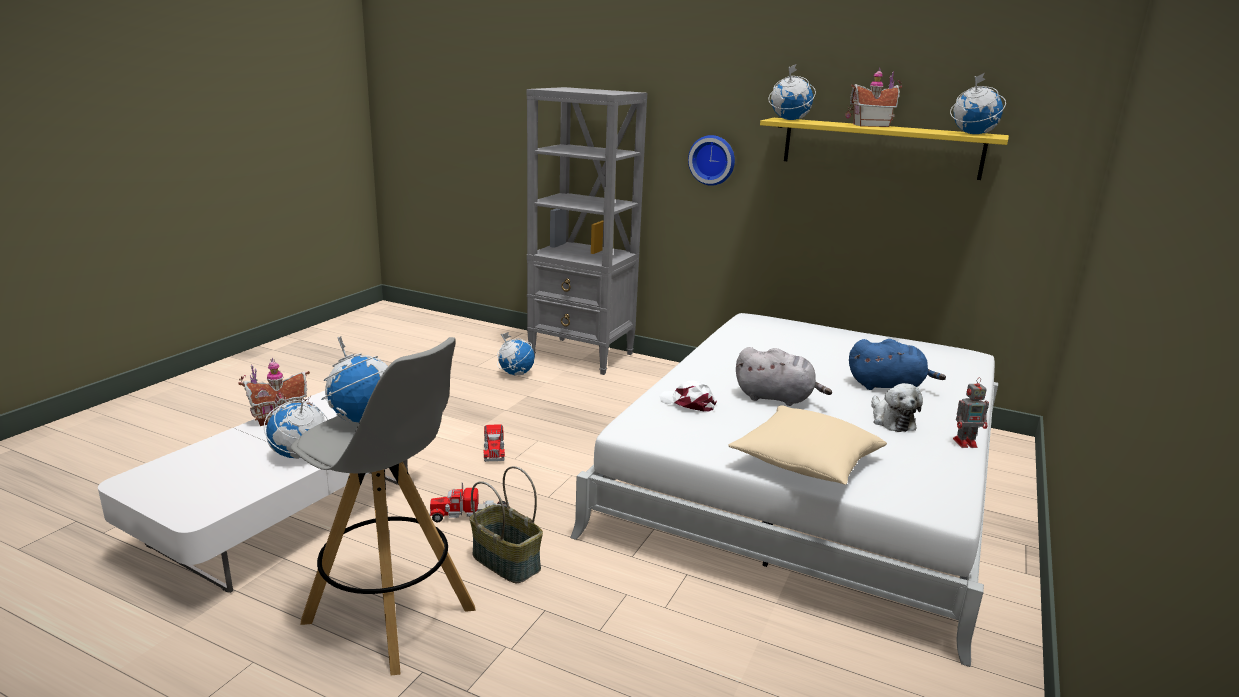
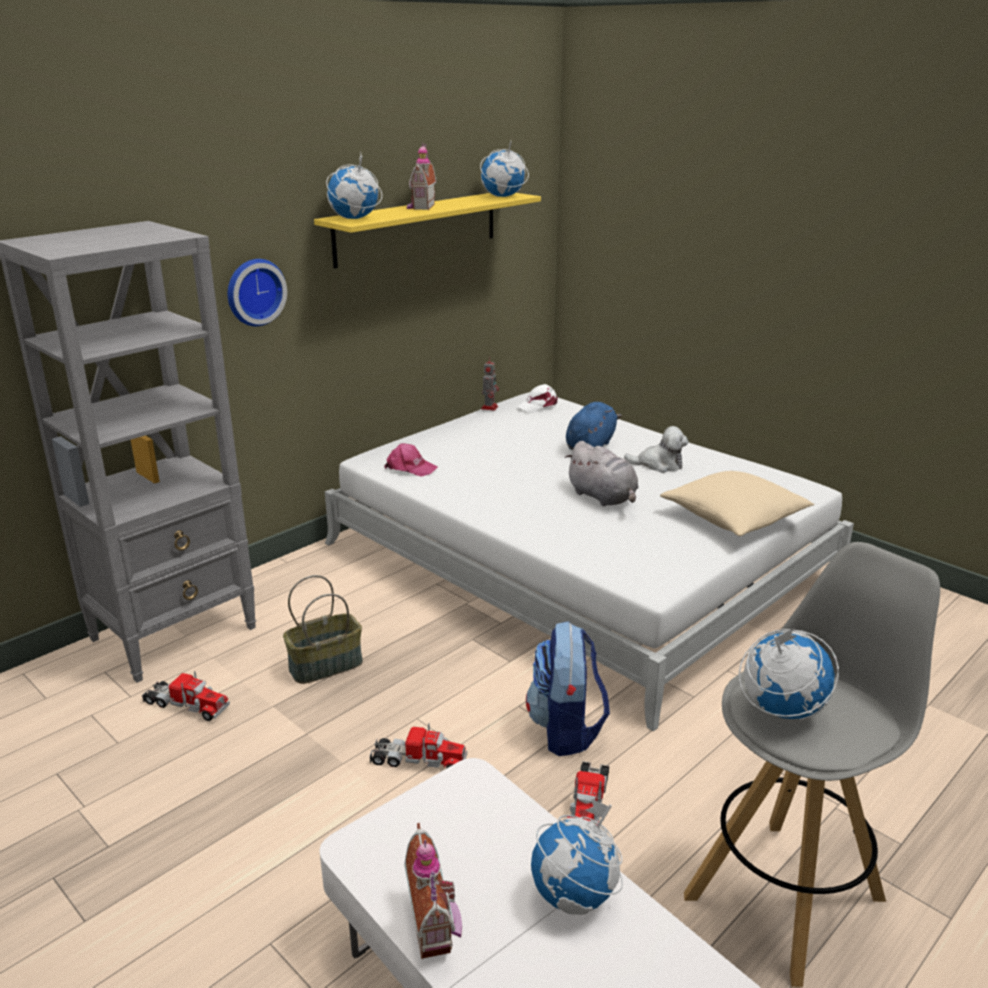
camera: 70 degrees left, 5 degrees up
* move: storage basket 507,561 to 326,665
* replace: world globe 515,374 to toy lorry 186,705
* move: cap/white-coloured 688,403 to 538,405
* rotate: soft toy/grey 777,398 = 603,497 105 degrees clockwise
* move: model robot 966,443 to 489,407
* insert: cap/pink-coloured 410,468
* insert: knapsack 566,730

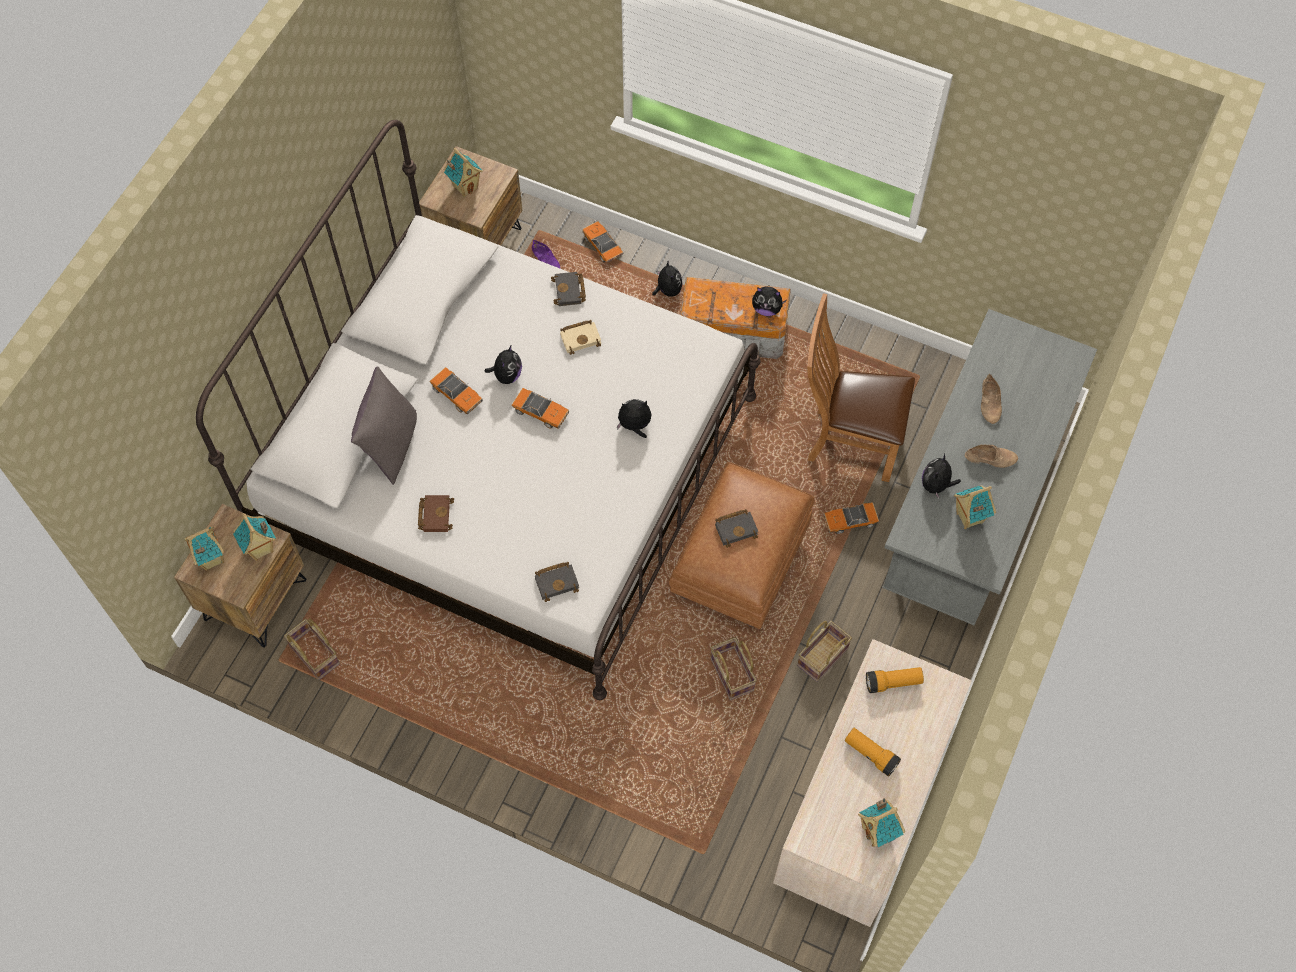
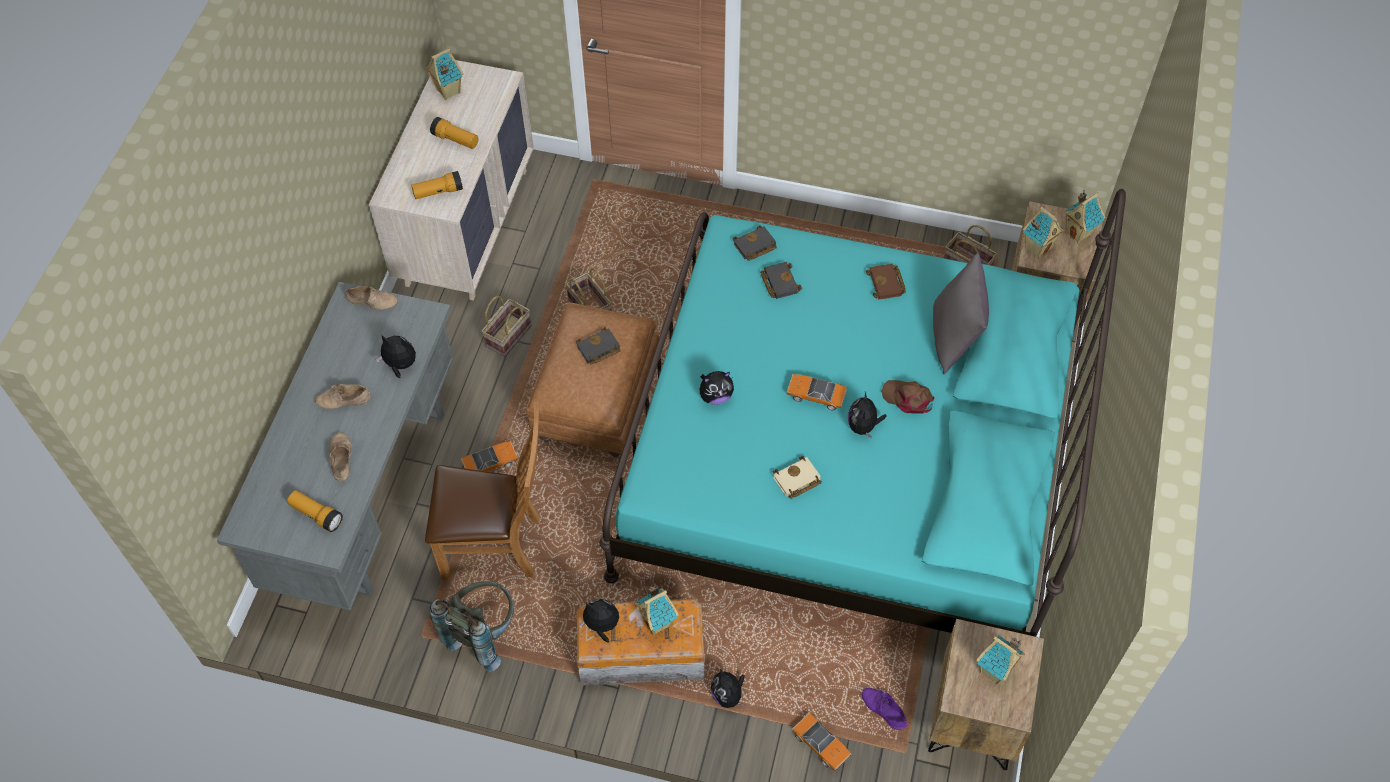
camera: 170 degrees right, 5 degrees down
* recolor: sleeping bed/white-coloured 508,468 to sleeping bed/turquoise-coloured 849,457
* replace: toy car 457,394 to cap/brown-coloured 908,398
* move: bound book/black-coloured 570,291 to 779,282
* rotate: soft toy 936,485 = 400,365 90 degrees counterclockwise
* move: miniature house 968,518 to 658,622
* insert: torch 316,515
* insert: low shoe/beige 372,300
* insert: knapsack/grey 483,633

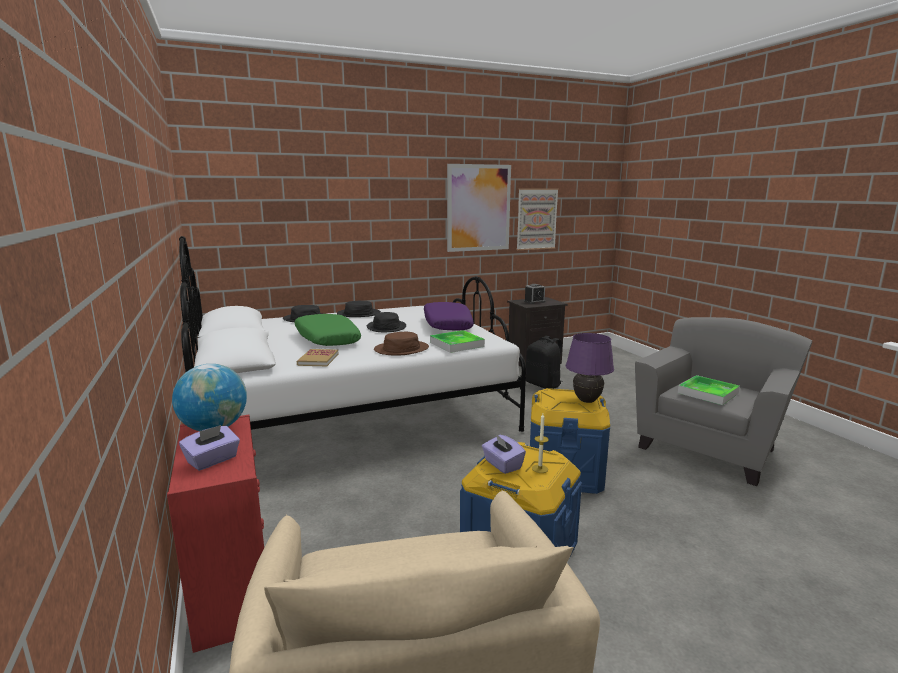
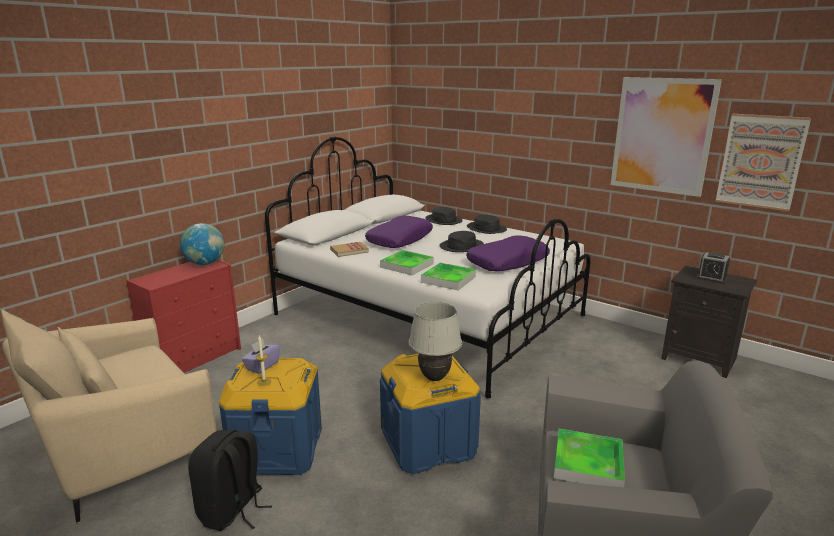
camera: 60 degrees right, 5 degrees up
* delete: tissue box/purple 212,460
* recolor: cushion/greenish 326,339 to cushion/purple 399,240
* replace: wearable hat/brown-coloured 401,349 to tray 407,265
* move: knapsack/black-coloured 543,385 to 232,510
* recolor: tabletop lamp/purple 586,401 to tabletop lamp/white-coloured 434,377

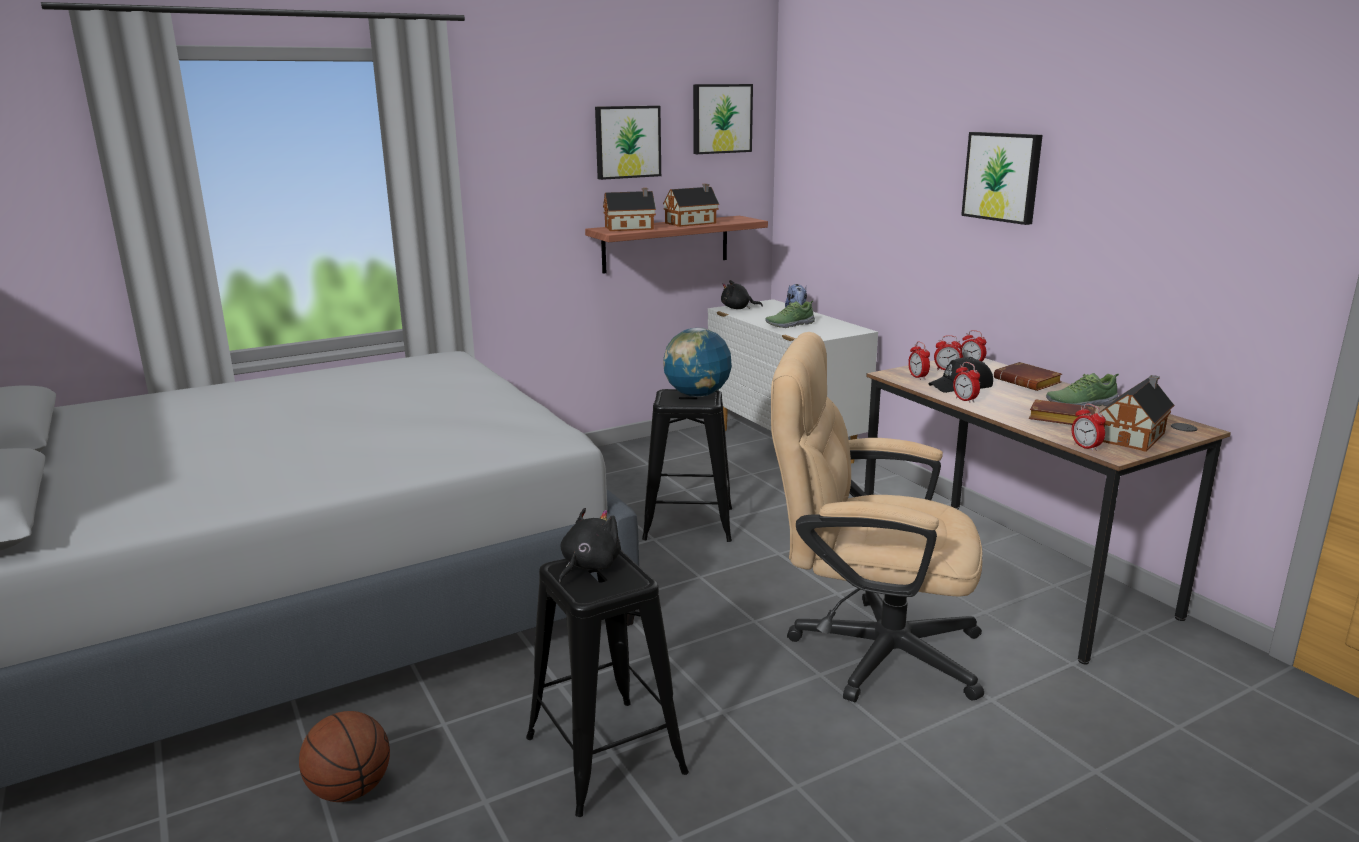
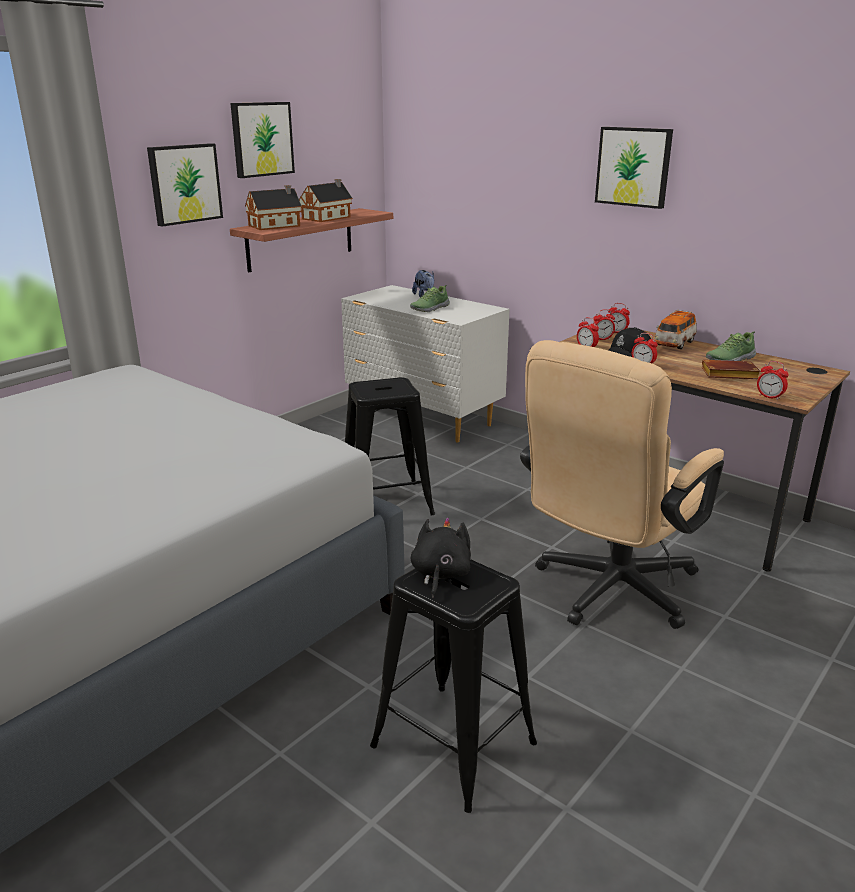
camera: 20 degrees left, 5 degrees up
* delete: basketball ball 349,790
* delete: world globe 697,395
* move: picture 721,118 to 184,184
* delete: soft toy/black-coloured 738,308
* rotate: desk chair/beige 868,649 = 607,592 45 degrees counterclockwise
* replace: bound book/brown-coloured 1029,382 to toy car 674,344
* delete: miniature house 1134,436

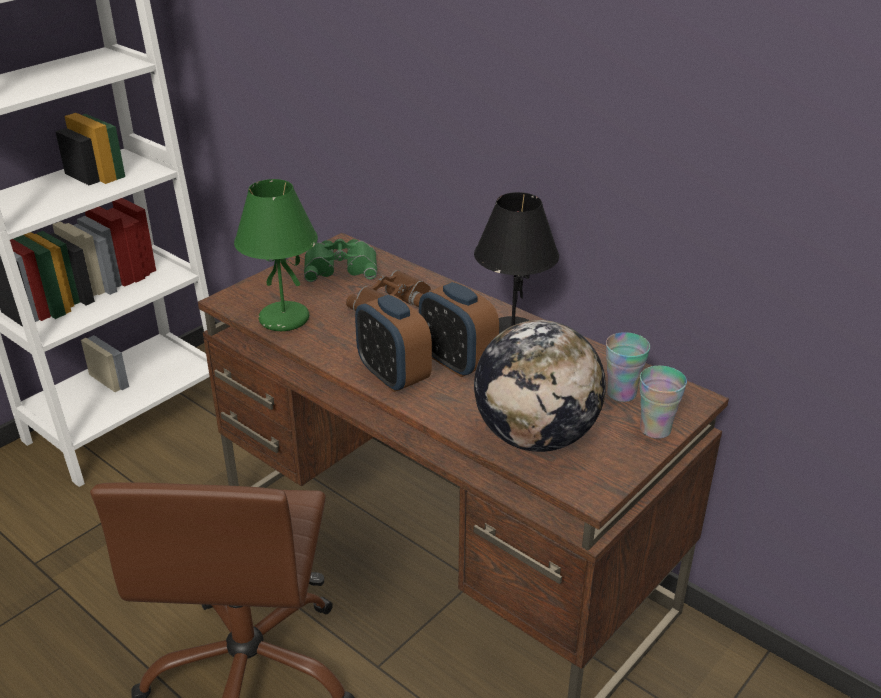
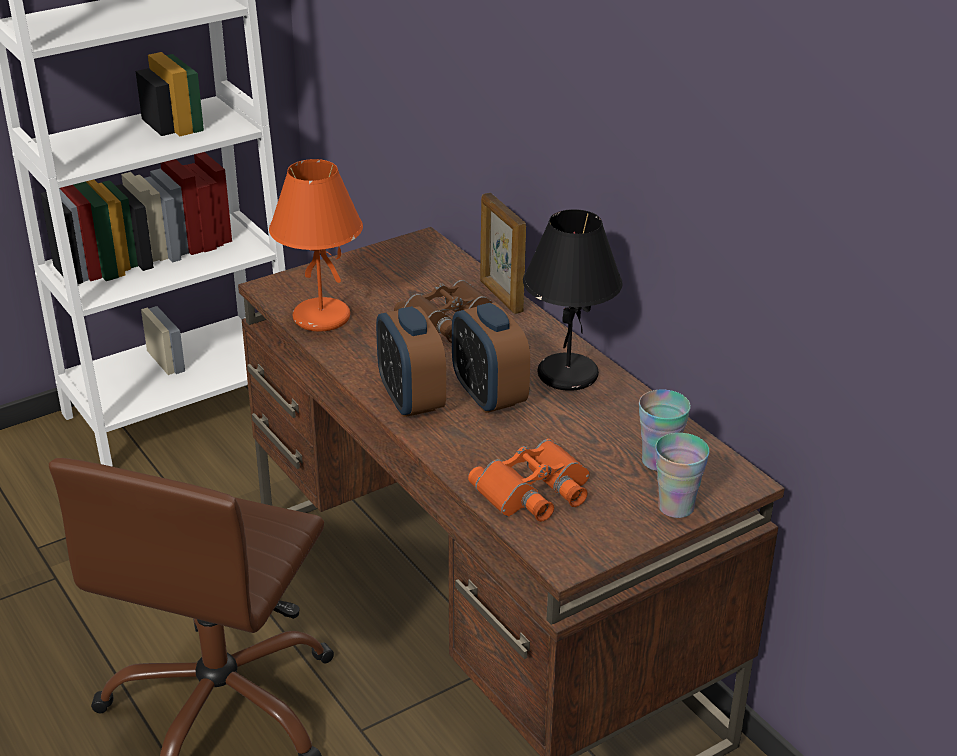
camera: 15 degrees right, 0 degrees up
* recolor: tabletop lamp/greenish 283,319 to tabletop lamp/orange 320,318
* delete: field glasses/greenish 341,266
* replace: world globe 536,437 to field glasses/orange 535,491
* insert: photo frame 500,297

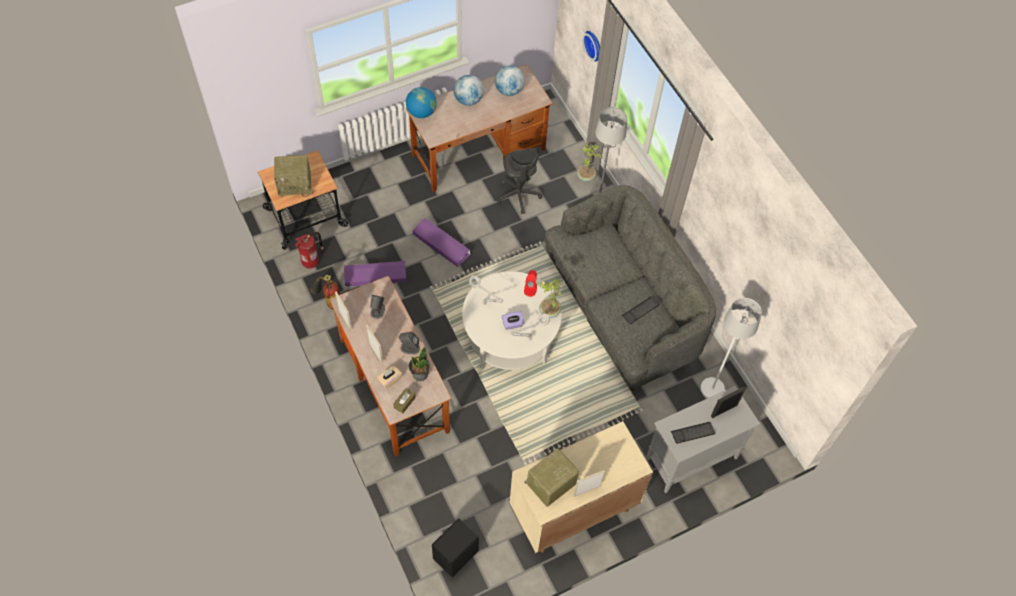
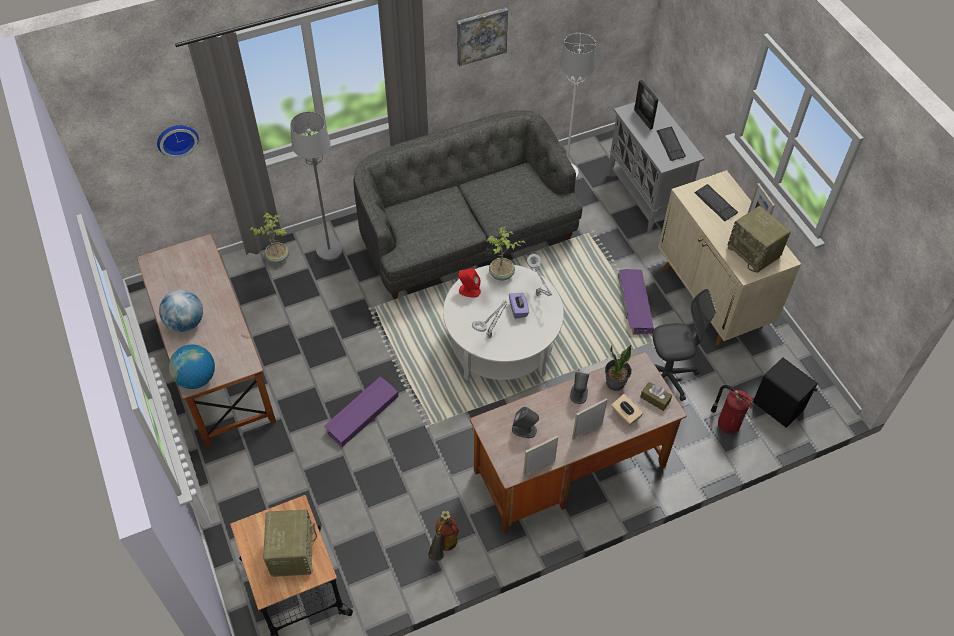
camera: 85 degrees left, 5 degrees down
* move: fire extinguisher 312,261 to 727,423
* move: storage bin/purple 375,276 to 634,304
* delete: world globe 509,90
* move: desk chair/grey 518,195 to 667,376
* move: PC keyboard 640,310 to 715,203
* insert: picture 481,35

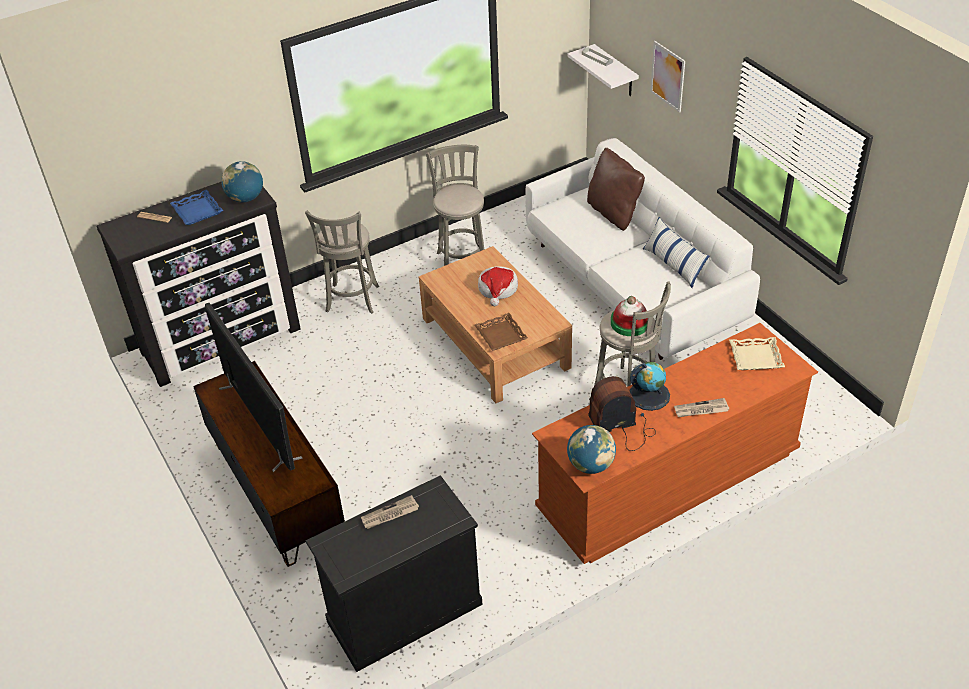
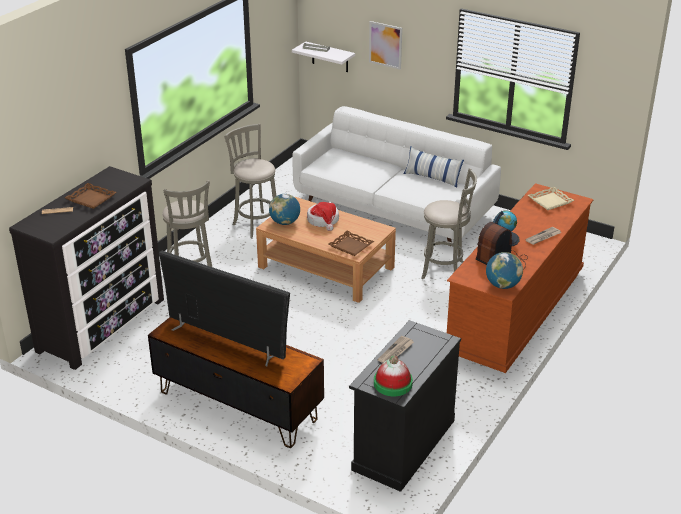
camera: 30 degrees left, 10 degrees down
* recolor: tray/bluish 198,211 to tray/brown-coloured 91,199
* move: world globe 245,198 to 285,222
* delete: cushion/brown-coloured 613,213
* move: wearable hat 630,323 to 393,383

